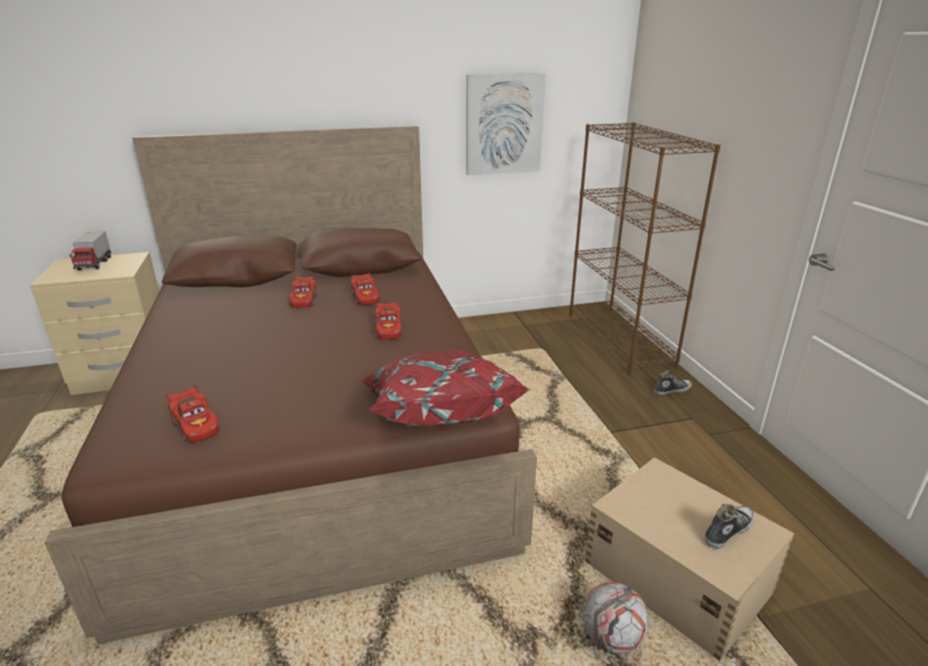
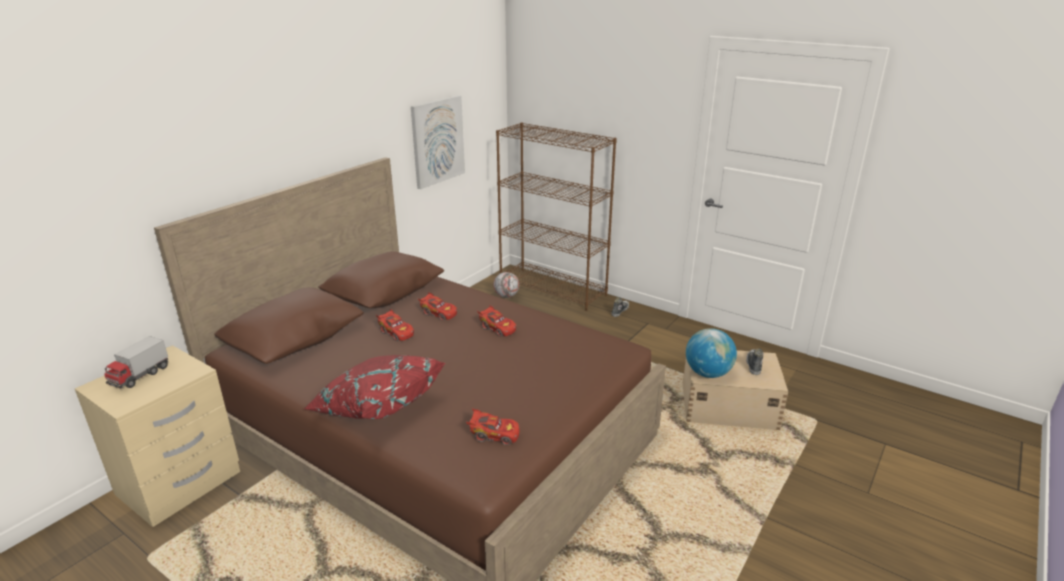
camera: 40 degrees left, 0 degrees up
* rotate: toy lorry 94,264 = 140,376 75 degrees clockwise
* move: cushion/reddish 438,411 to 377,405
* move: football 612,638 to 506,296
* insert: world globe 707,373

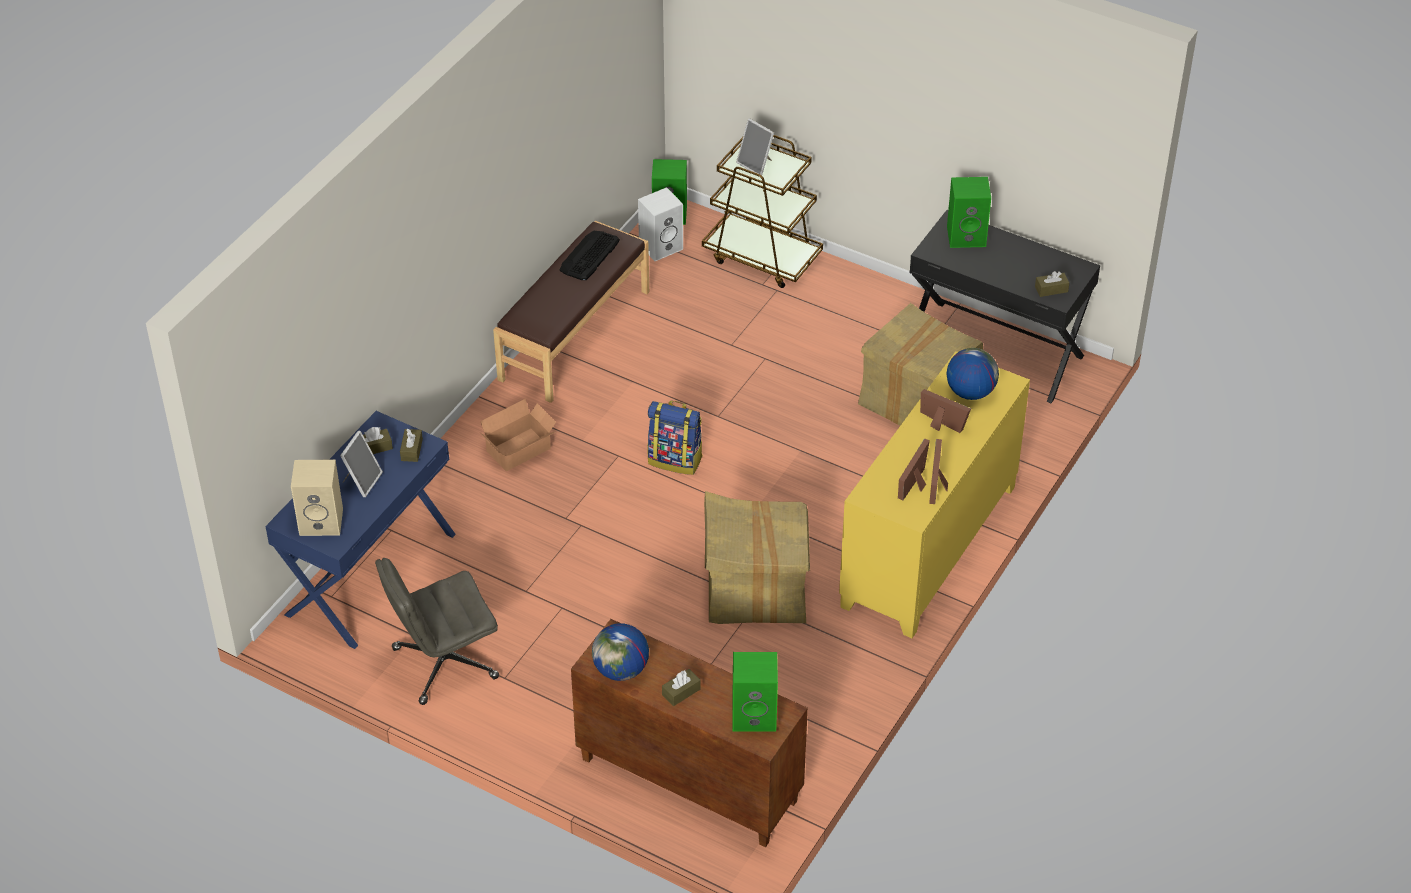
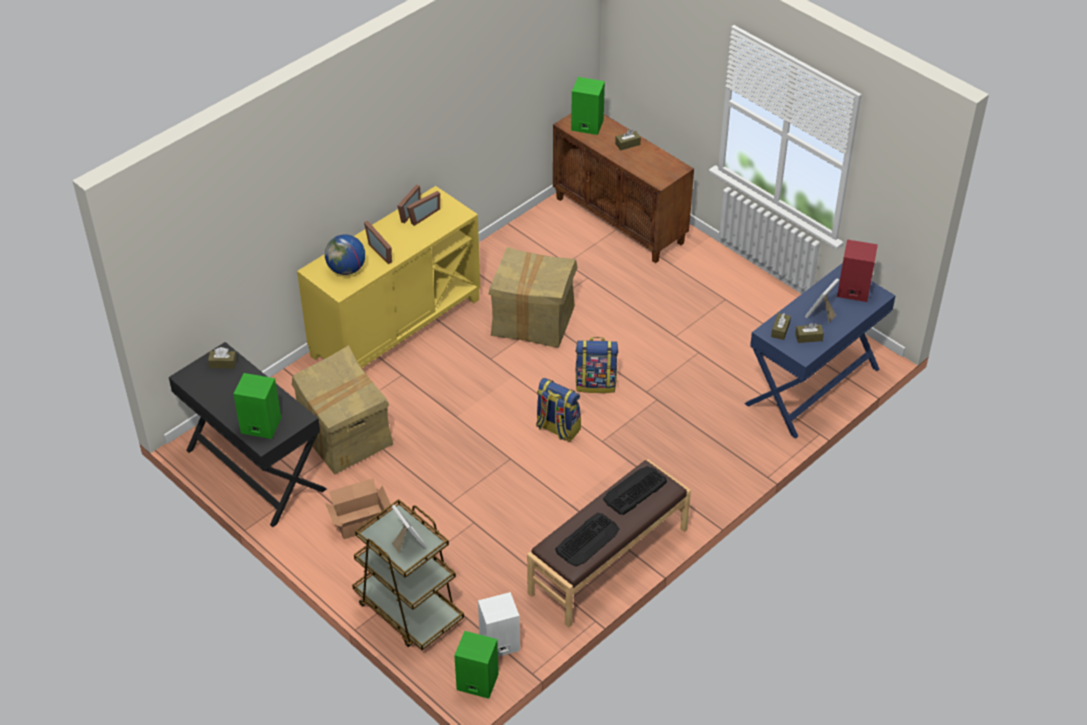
camera: 165 degrees left, 0 degrees up
* recolor: audio speaker/beige 322,521 to audio speaker/reddish 852,290
* delete: desk chair/grey 444,664
* move: cardboard box 521,450 to 359,520
* delete: world globe 621,670
* insert: knapsack 596,383
* insert: PC keyboard 634,490

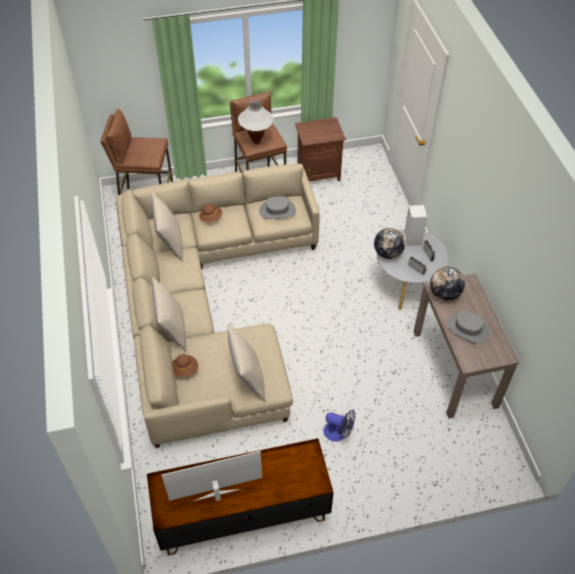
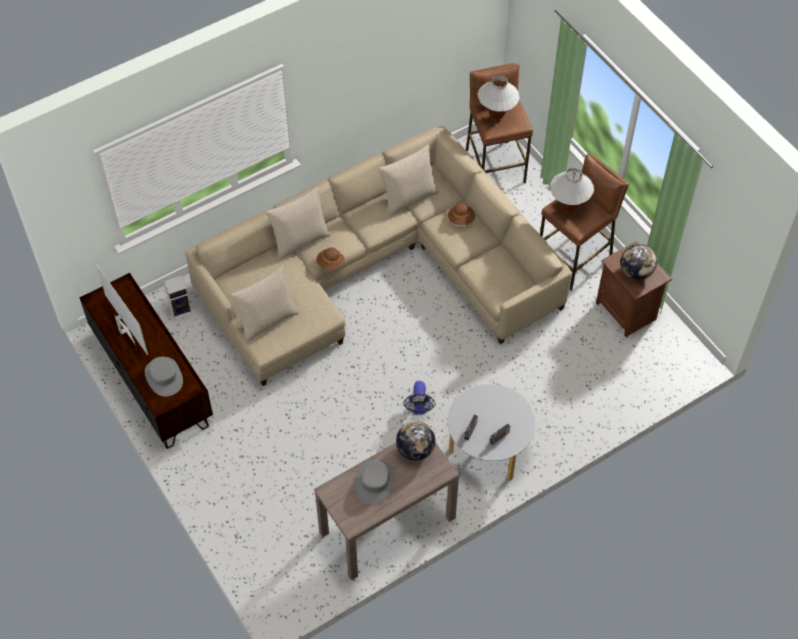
camera: 70 degrees right, 5 degrees up
* move: wearable hat/brown-coloured 185,370 to 330,263
* move: wearable hat/grey 277,211 to 164,377
* move: cooling fan 339,433 to 419,408
* move: world globe 387,253 to 636,272
* move: audio speaker 412,238 to 181,310
* insert: tabletop lamp/white-coloured 496,118

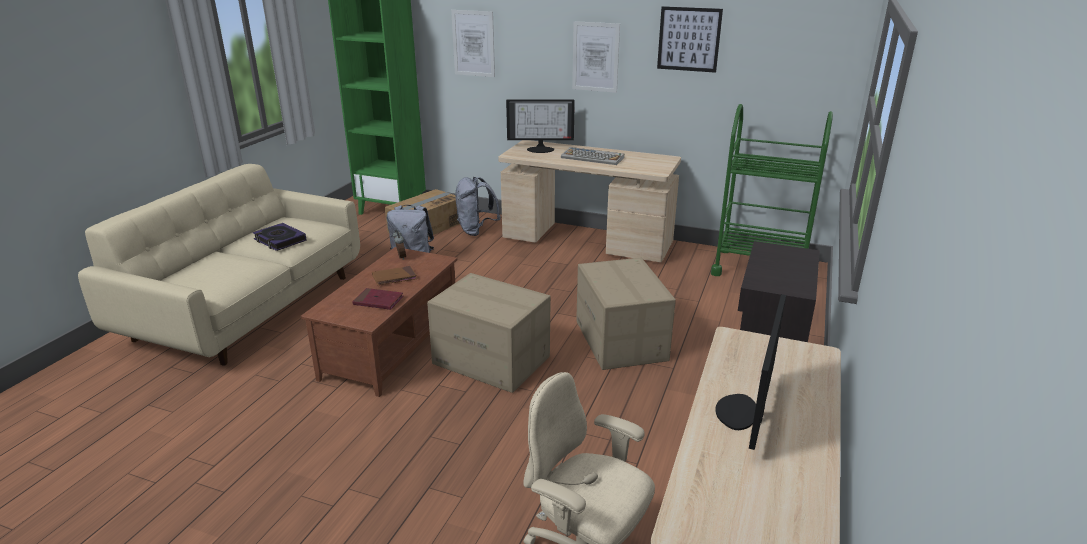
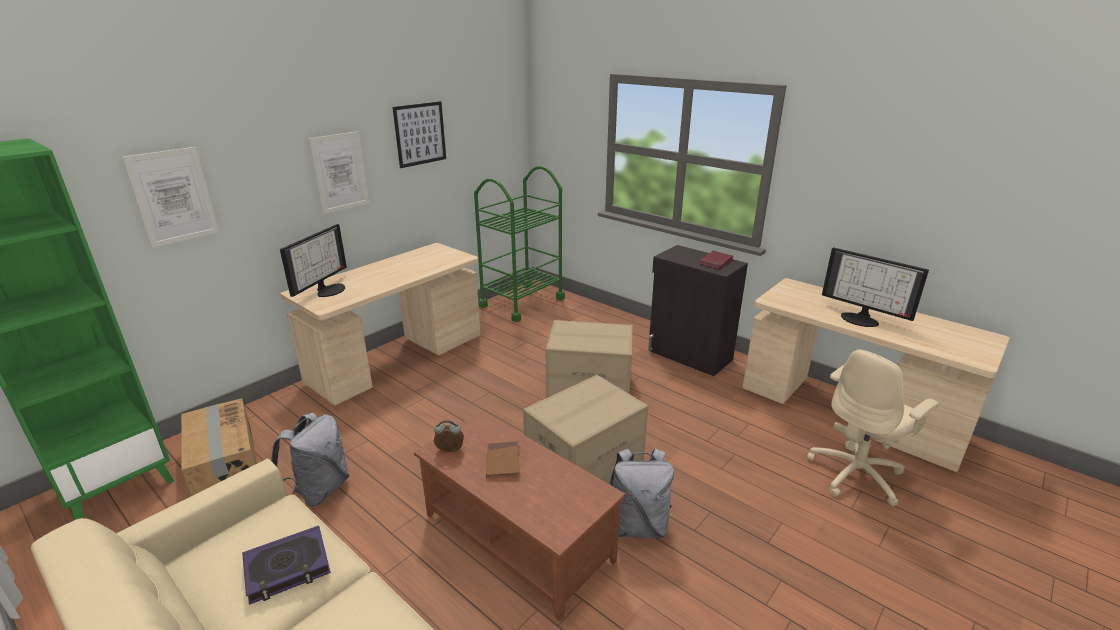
camera: 70 degrees left, 0 degrees up
* move: bound book/reddish 378,301 to 715,262
* move: knapsack/grey 476,231 to 638,525
* delete: PC keyboard 593,157

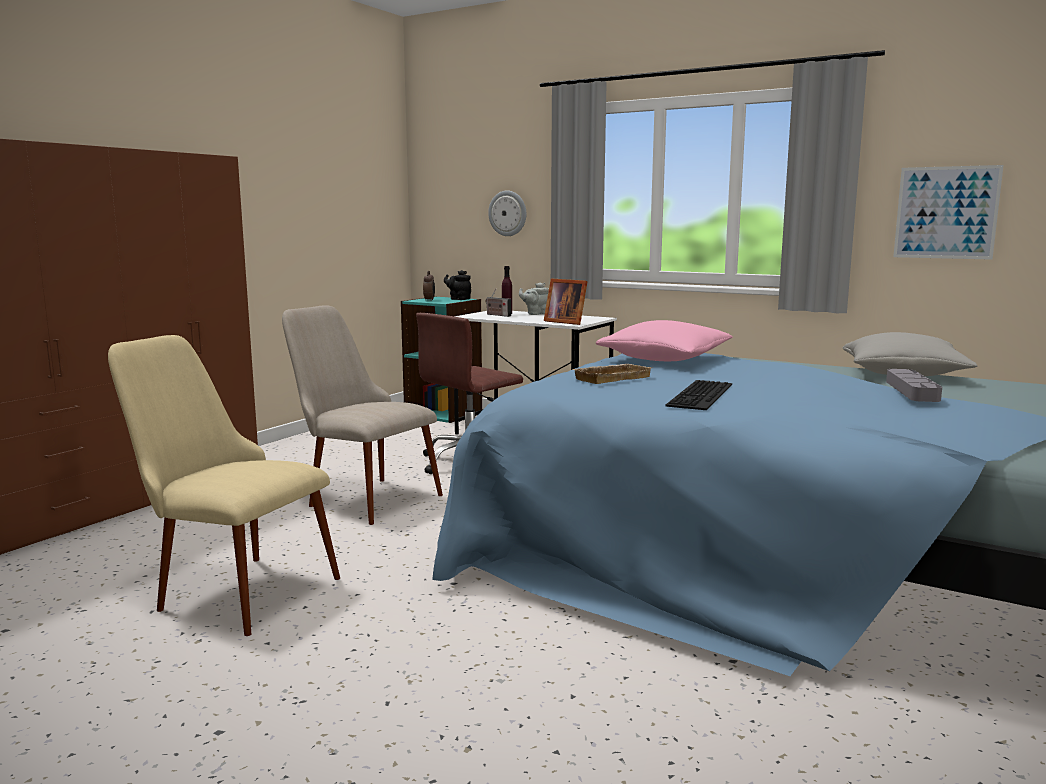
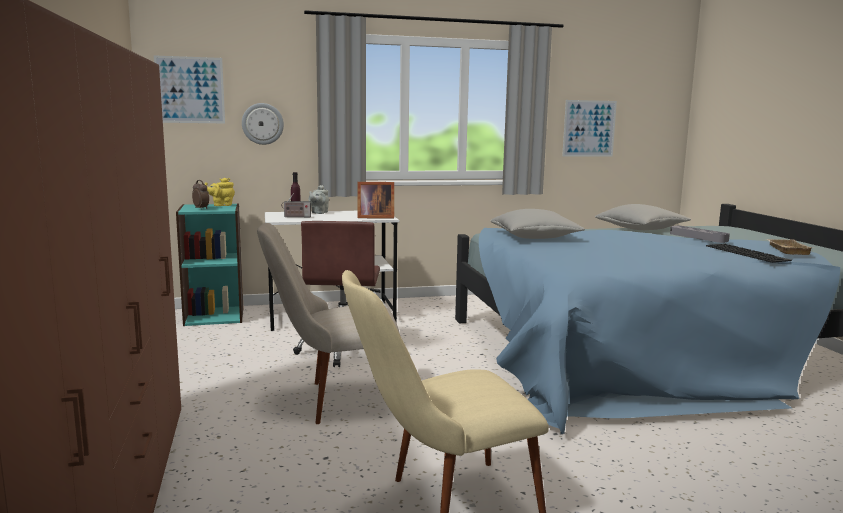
camera: 45 degrees left, 0 degrees up
* recolor: pot for tea/black-coloured 458,299 to pot for tea/yellow 221,205
* move: tray/beige 611,378 to 786,250
* recolor: cushion/pink-coloured 664,360 to cushion/grey 535,237
* move: PC keyboard 703,395 to 748,253
* insert: picture 190,90

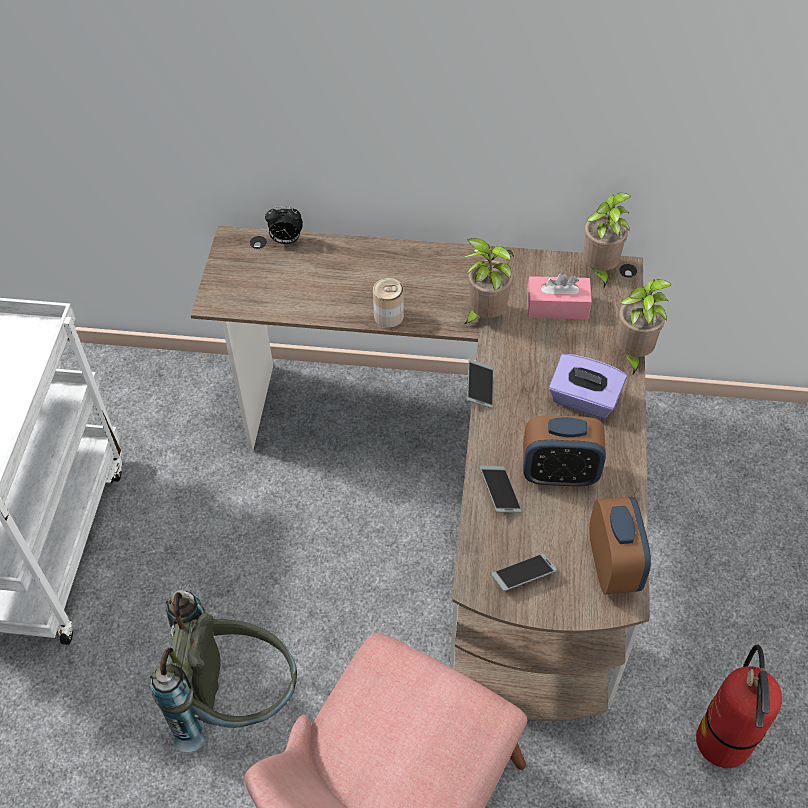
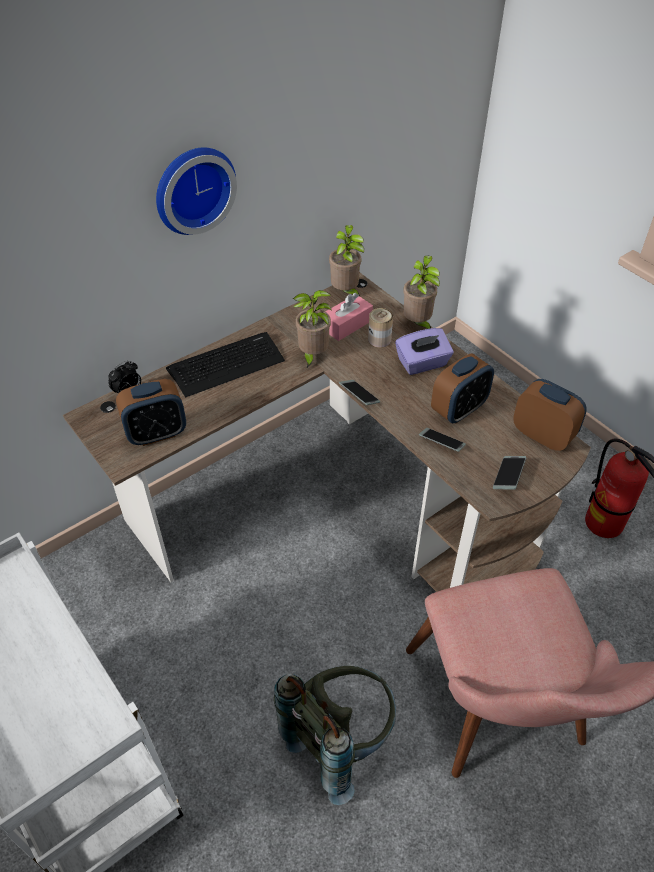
camera: 45 degrees left, 5 degrees down
* move: metal can 388,316 to 379,339
* insert: table clock 156,433
* insert: clock on the wall 192,188
* insert: PC keyboard 226,364

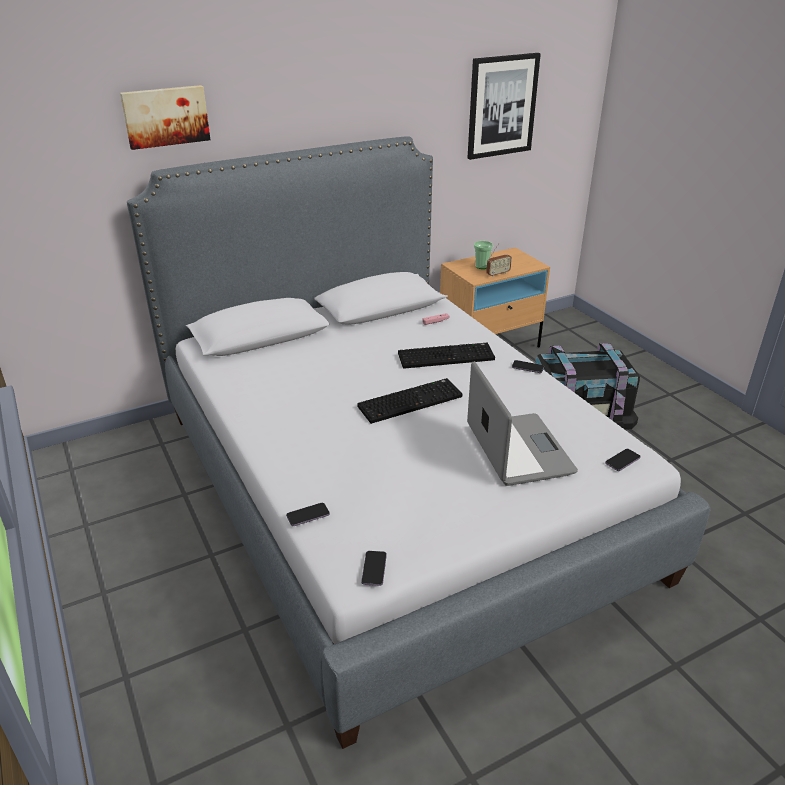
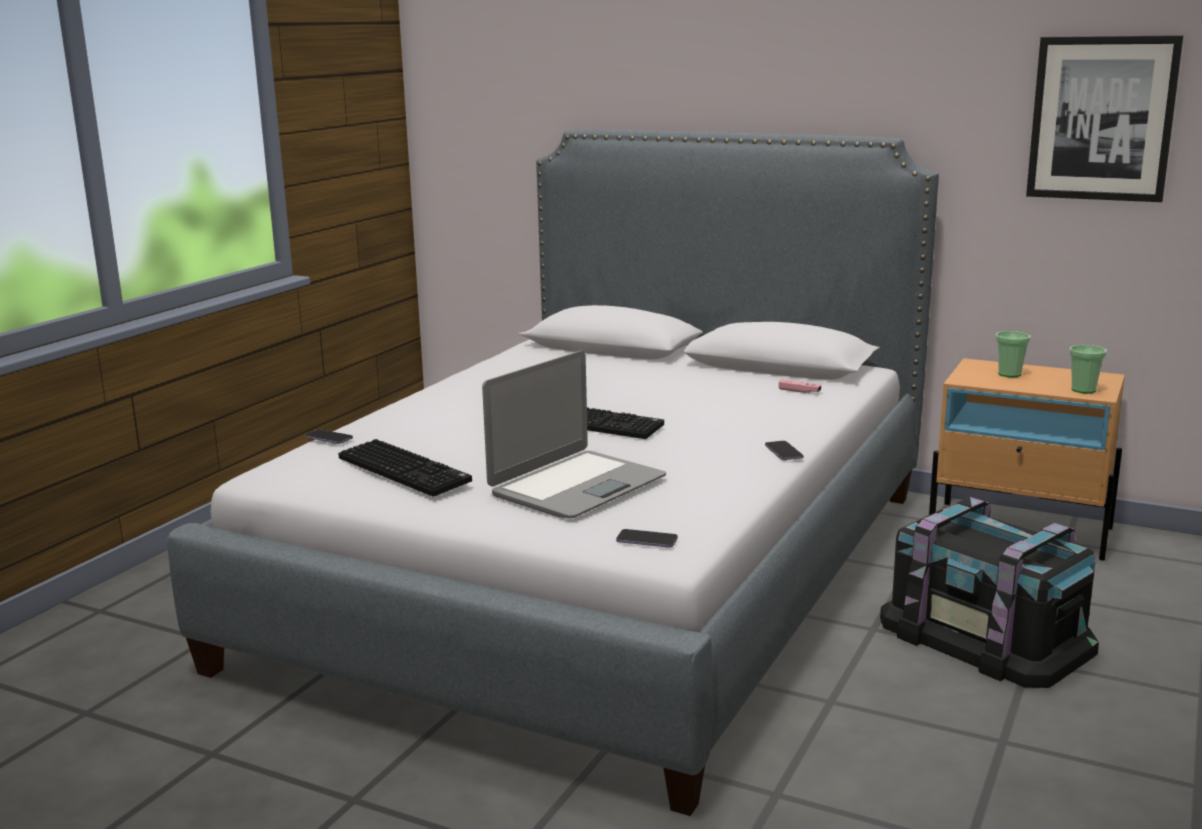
camera: 55 degrees right, 15 degrees down
* delete: picture 165,116
* delete: telephone 374,569
* move: PC keyboard 446,356 to 406,470
* delete: radio set 498,274
* insert: small cup 1083,390

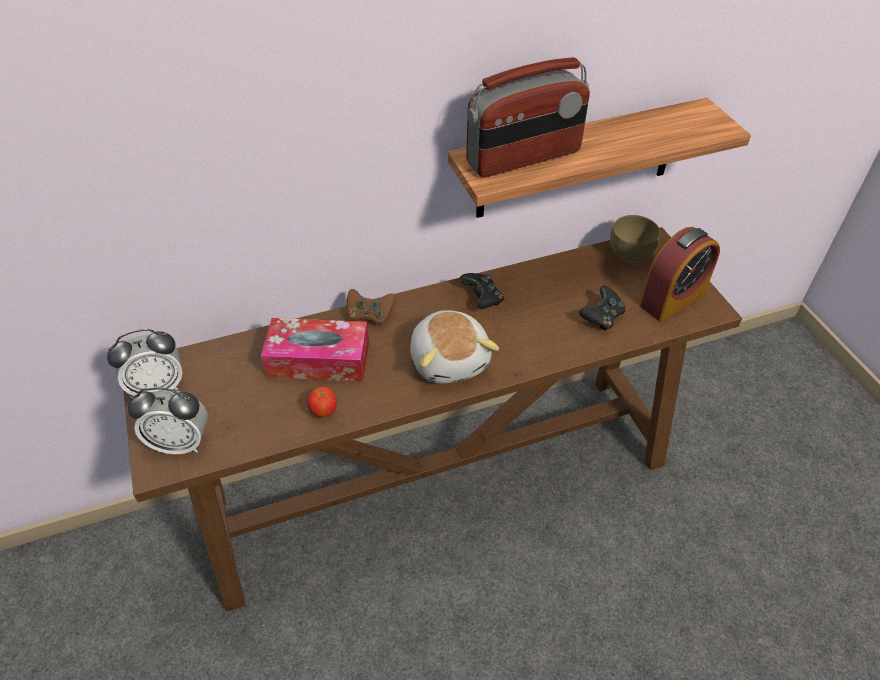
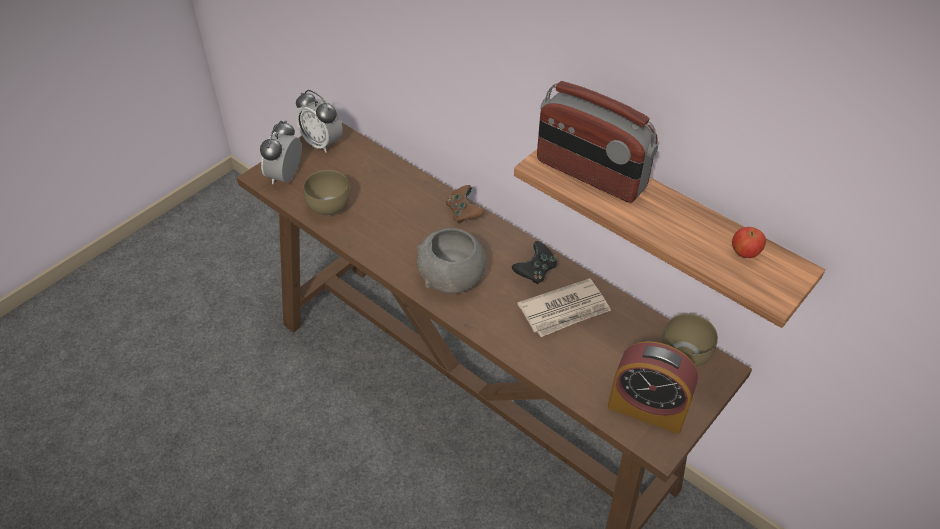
camera: 60 degrees right, 0 degrees up
* rotate: table clock 181,443 = 285,176 45 degrees clockwise
* delete: tissue box 319,360
* move: apple fruit 324,411 to 745,253
* replace: soft toy 450,359 to serving bowl/grey 452,278
* delete: game controller/black-coloured 601,318
* insert: serving bowl/brown-coloured 327,207
* insert: newspaper 565,310

